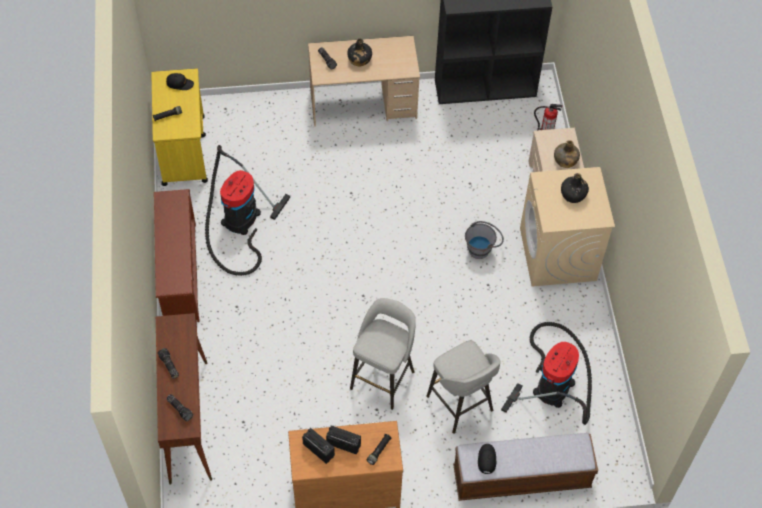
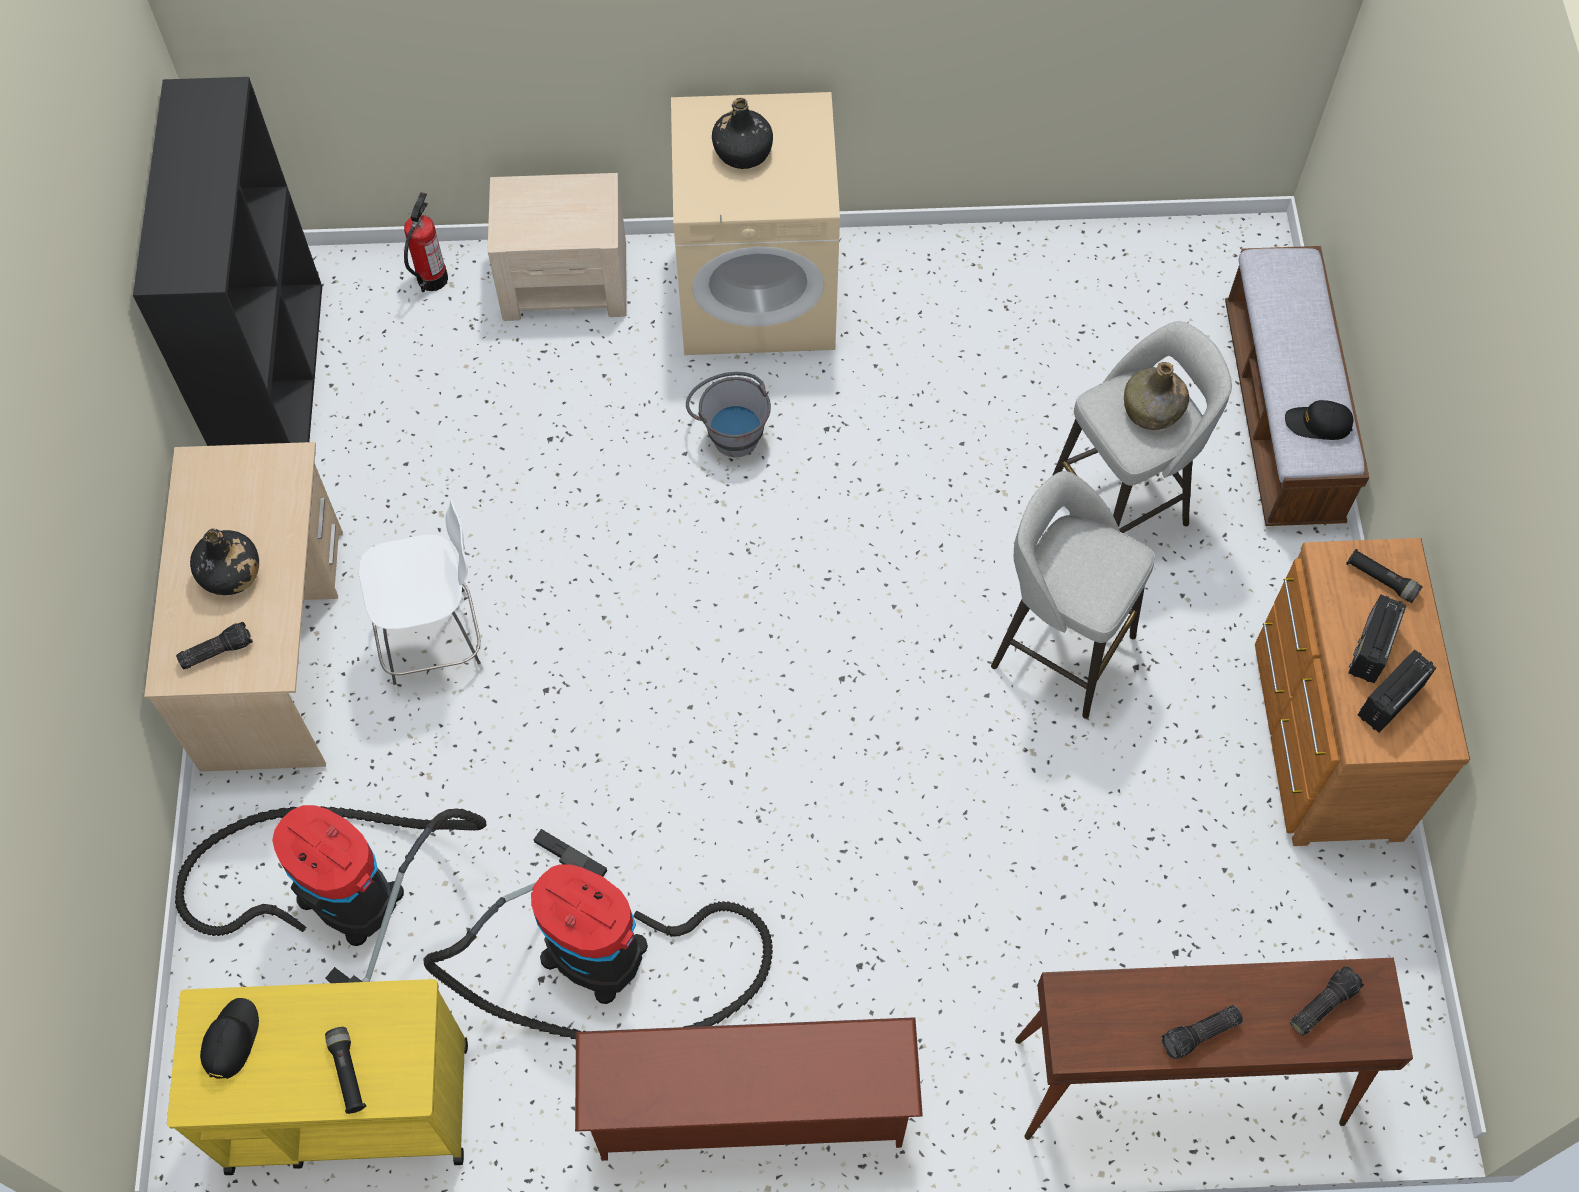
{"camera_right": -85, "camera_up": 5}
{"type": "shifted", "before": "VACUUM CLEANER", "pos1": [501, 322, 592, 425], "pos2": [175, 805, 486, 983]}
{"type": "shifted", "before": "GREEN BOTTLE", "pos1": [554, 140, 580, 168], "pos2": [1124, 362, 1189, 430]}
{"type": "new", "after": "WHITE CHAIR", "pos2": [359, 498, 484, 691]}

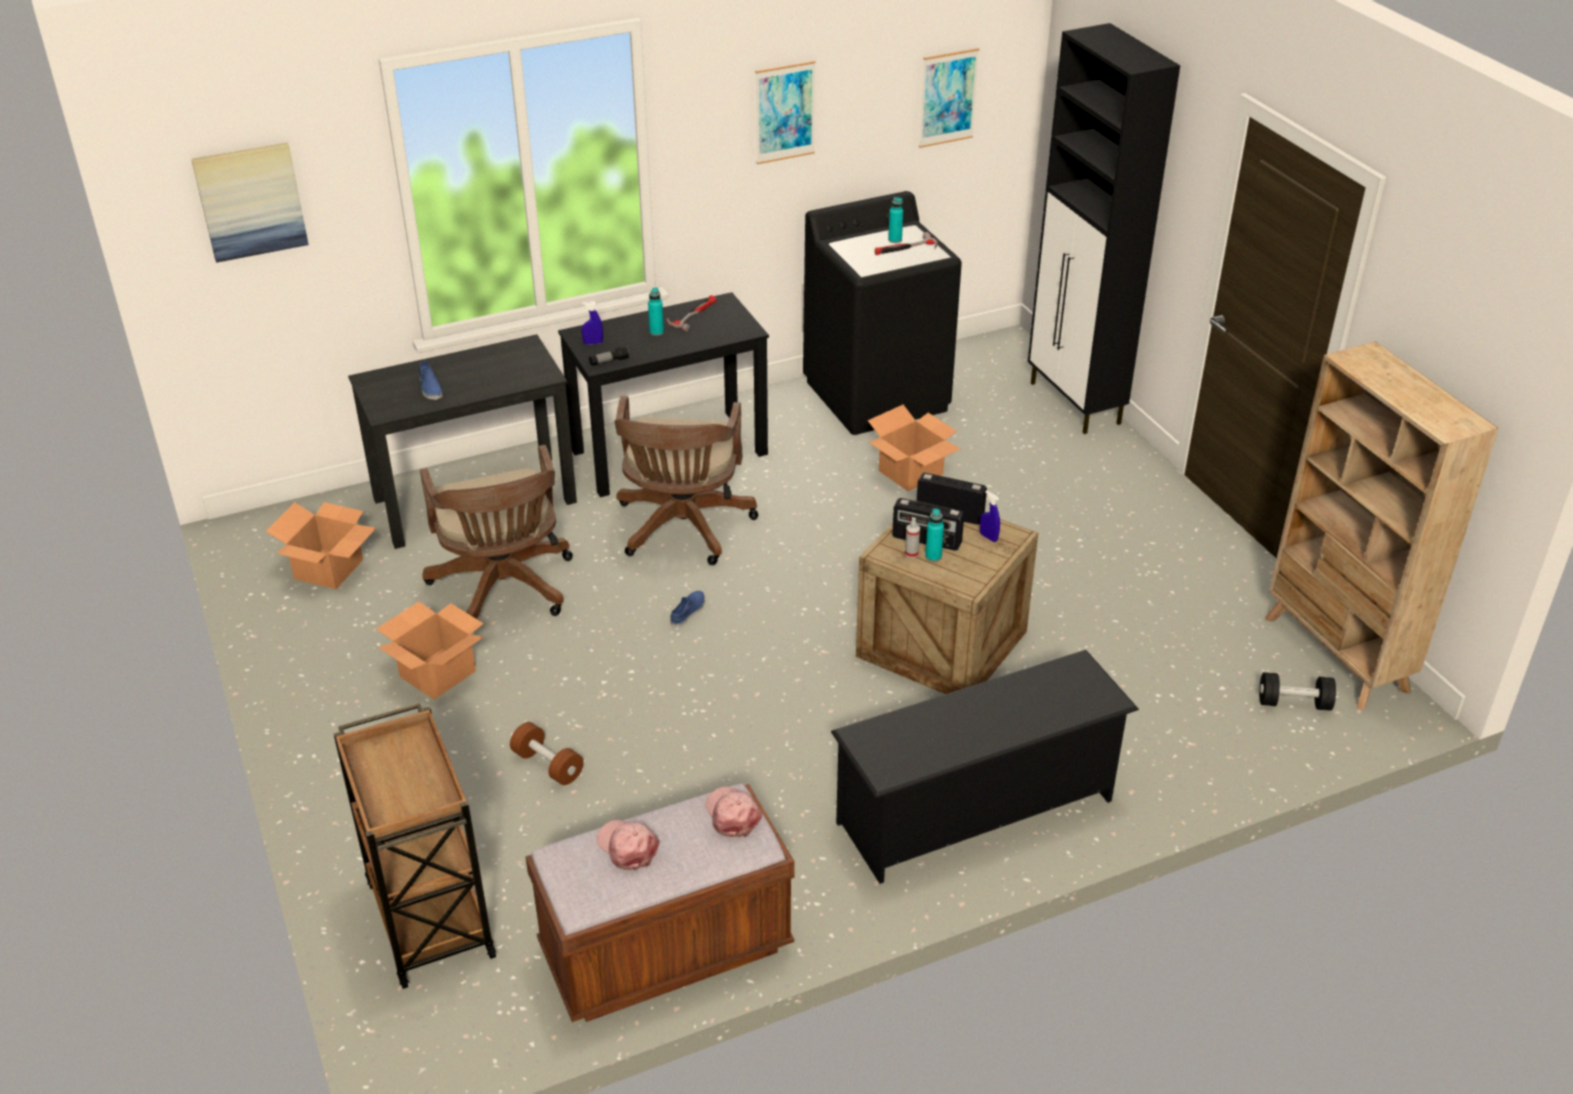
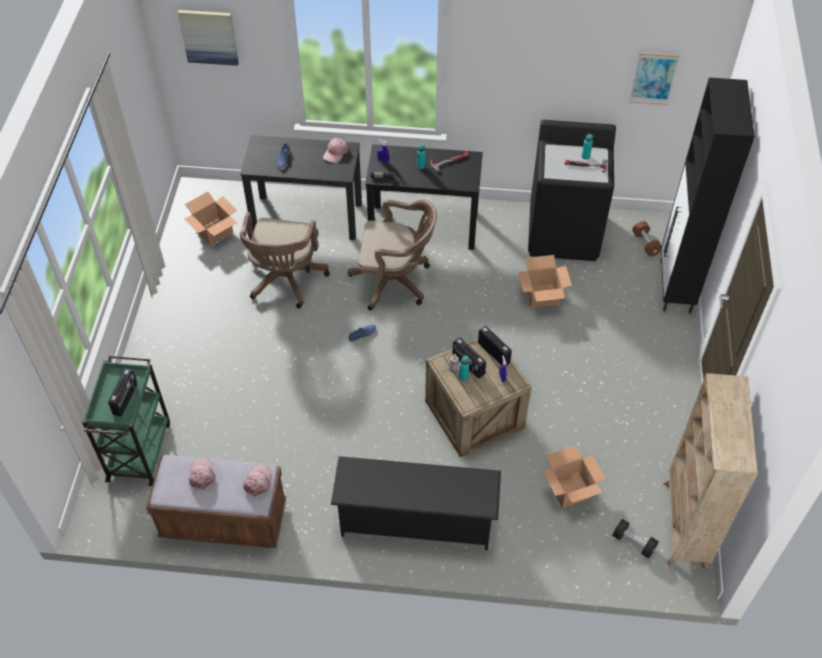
{"camera_right": 30, "camera_up": 15}
{"type": "repainted", "before": "BROWN CART", "after": "GREEN CART", "pos1": [334, 703, 496, 989], "pos2": [82, 356, 170, 486]}
{"type": "shifted", "before": "CARDBOARD BOX", "pos1": [376, 602, 485, 700], "pos2": [543, 445, 606, 508]}
{"type": "shifted", "before": "BROWN DUMBBELL", "pos1": [510, 722, 584, 785], "pos2": [632, 221, 662, 256]}
{"type": "rotated", "before": "BROWN OFFICE CHAIR", "pos1": [615, 396, 759, 565], "pos2": [347, 200, 437, 310], "turn": -120}
{"type": "gone", "before": "PICTURE", "pos1": [755, 60, 816, 164]}
{"type": "new", "after": "RADIO", "pos2": [108, 368, 137, 417]}
{"type": "new", "after": "PINK CAP", "pos2": [323, 138, 349, 163]}

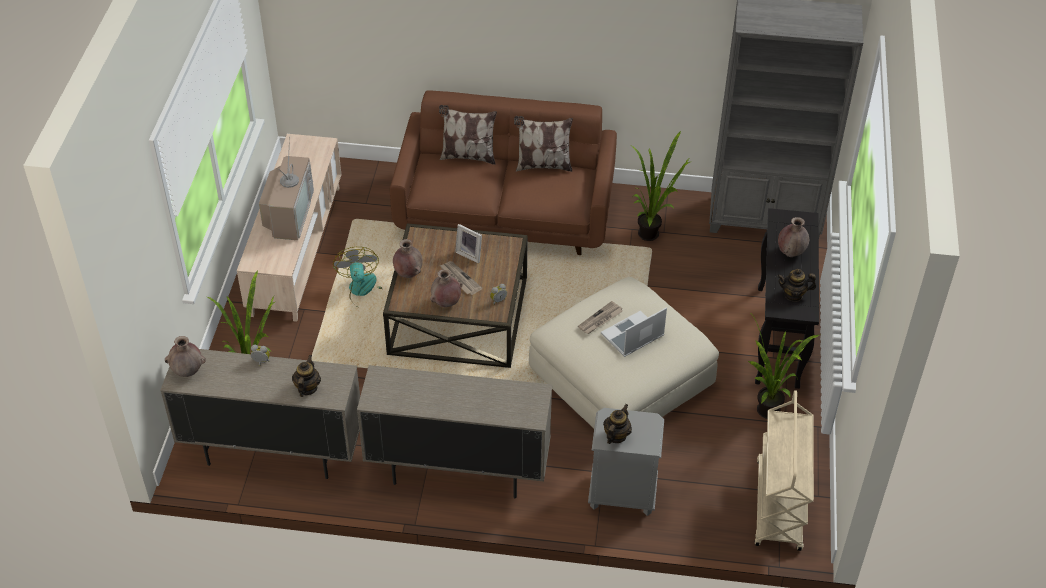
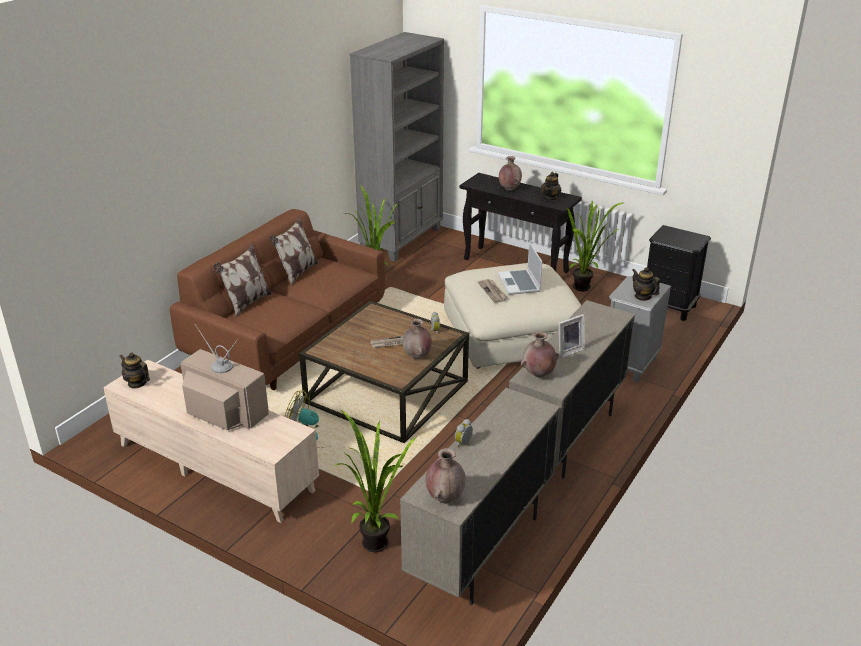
{"camera_right": -65, "camera_up": -15}
{"type": "shifted", "before": "TEAPOT", "pos1": [292, 355, 321, 397], "pos2": [119, 352, 150, 389]}
{"type": "shifted", "before": "BROWN VASE", "pos1": [393, 239, 423, 278], "pos2": [521, 331, 559, 377]}
{"type": "shifted", "before": "PICTURE FRAME", "pos1": [455, 224, 482, 263], "pos2": [559, 314, 585, 358]}
{"type": "swapped", "before": "BEIGE CART", "after": "BLACK NIGHTSTAND", "pos1": [754, 390, 814, 551], "pos2": [647, 225, 711, 321]}

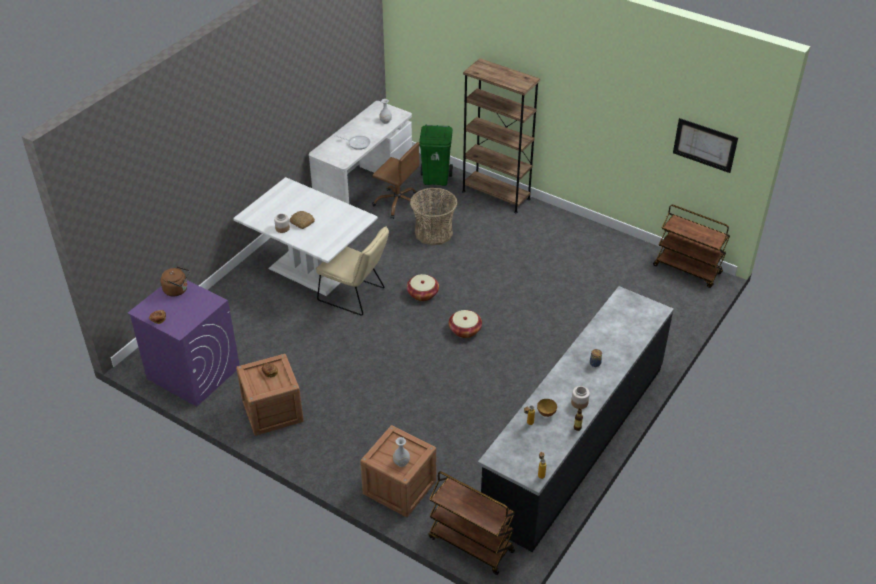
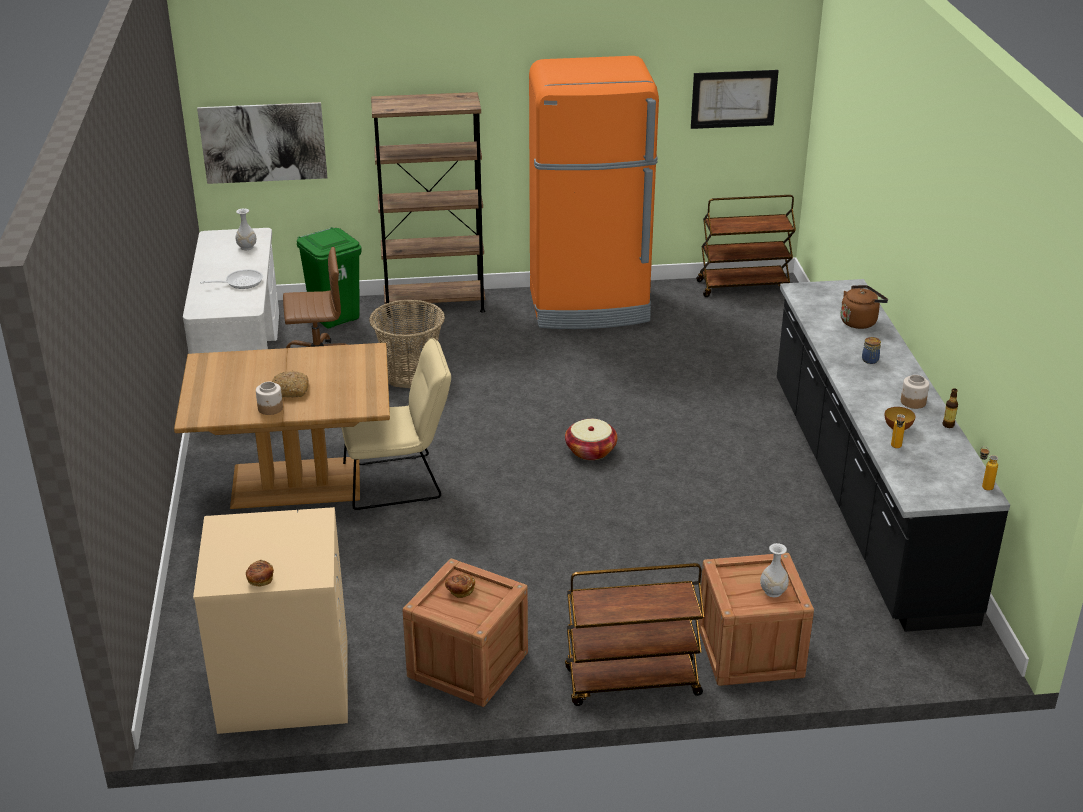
{"camera_right": -40, "camera_up": -10}
{"type": "repainted", "before": "PURPLE WASHING MACHINE", "after": "BEIGE WASHING MACHINE", "pos1": [128, 280, 240, 407], "pos2": [193, 507, 348, 734]}
{"type": "shifted", "before": "BROWN KETTLE", "pos1": [161, 266, 190, 297], "pos2": [840, 285, 888, 329]}
{"type": "repainted", "before": "WHITE DINING TABLE", "after": "BROWN DINING TABLE", "pos1": [233, 177, 378, 296], "pos2": [174, 343, 390, 509]}
{"type": "gone", "before": "BASKET", "pos1": [407, 274, 439, 301]}
{"type": "shifted", "before": "BROWN CART", "pos1": [428, 471, 515, 575], "pos2": [565, 563, 704, 706]}
{"type": "new", "after": "PICTURE", "pos2": [197, 102, 327, 184]}
{"type": "new", "after": "ORANGE FRIDGE", "pos2": [529, 56, 659, 329]}

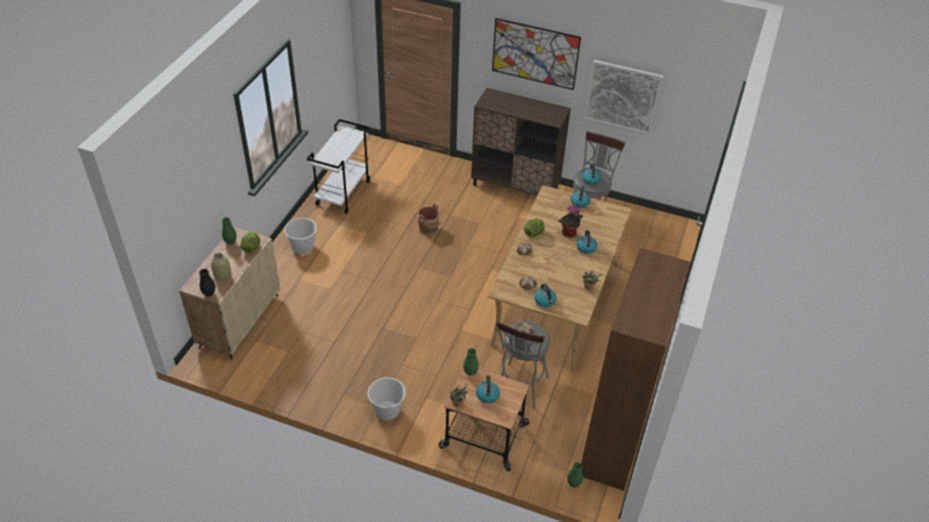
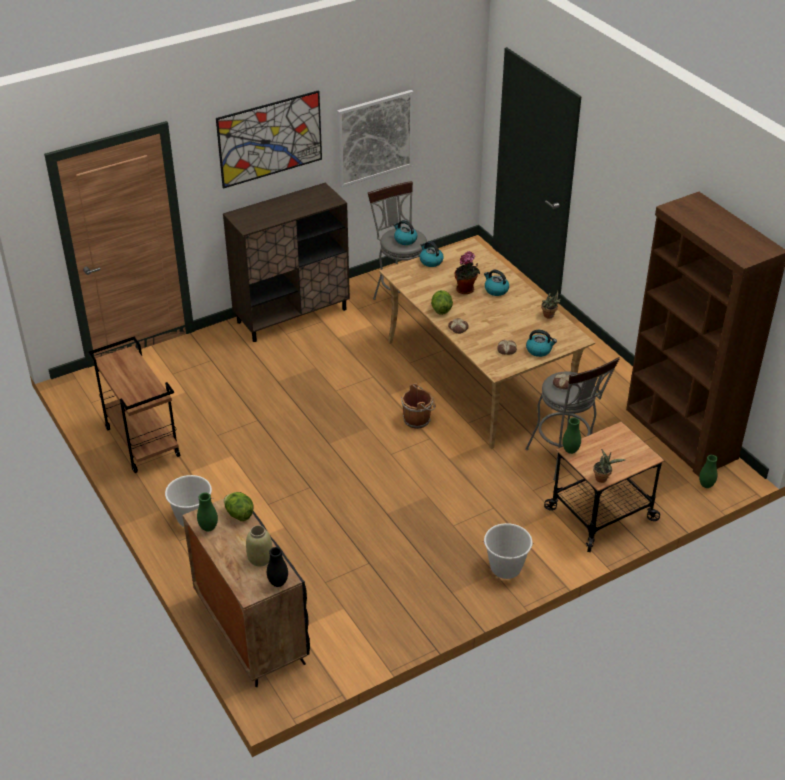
{"camera_right": -50, "camera_up": -5}
{"type": "repainted", "before": "BEIGE CABINET", "after": "BLACK CABINET", "pos1": [179, 227, 280, 360], "pos2": [183, 499, 310, 687]}
{"type": "repainted", "before": "WHITE CART", "after": "BROWN CART", "pos1": [307, 119, 370, 214], "pos2": [88, 337, 180, 473]}
{"type": "shifted", "before": "BROWN BUCKET", "pos1": [417, 203, 442, 235], "pos2": [401, 383, 436, 429]}
{"type": "gone", "before": "KETTLE", "pos1": [476, 375, 500, 403]}

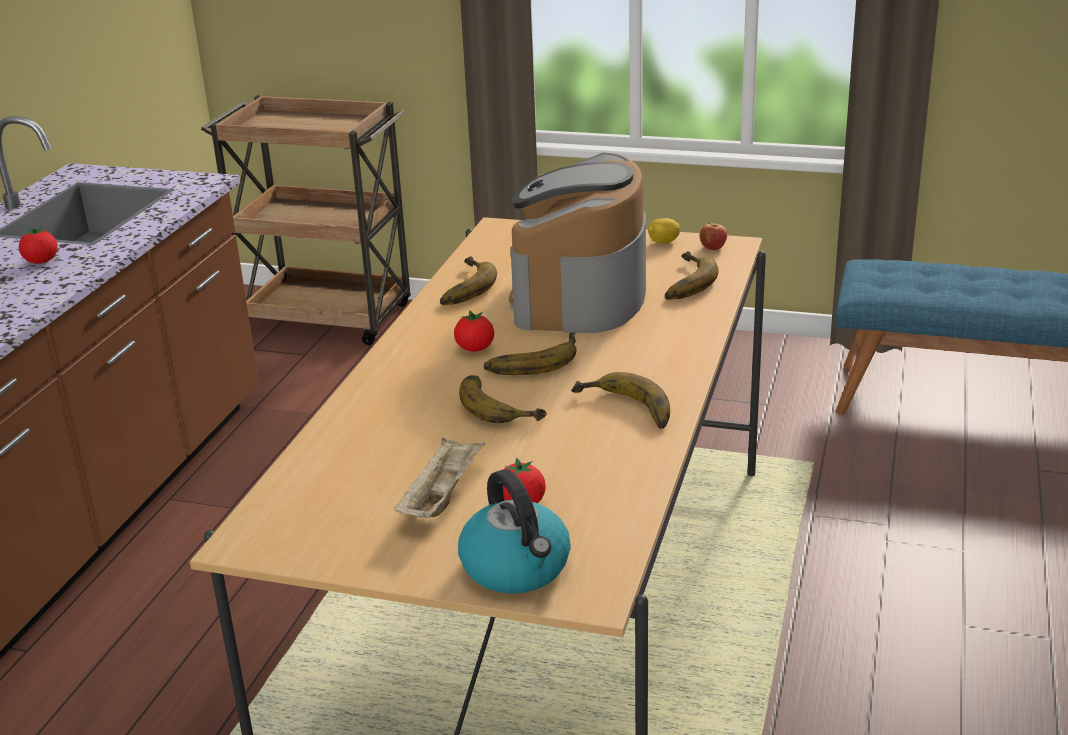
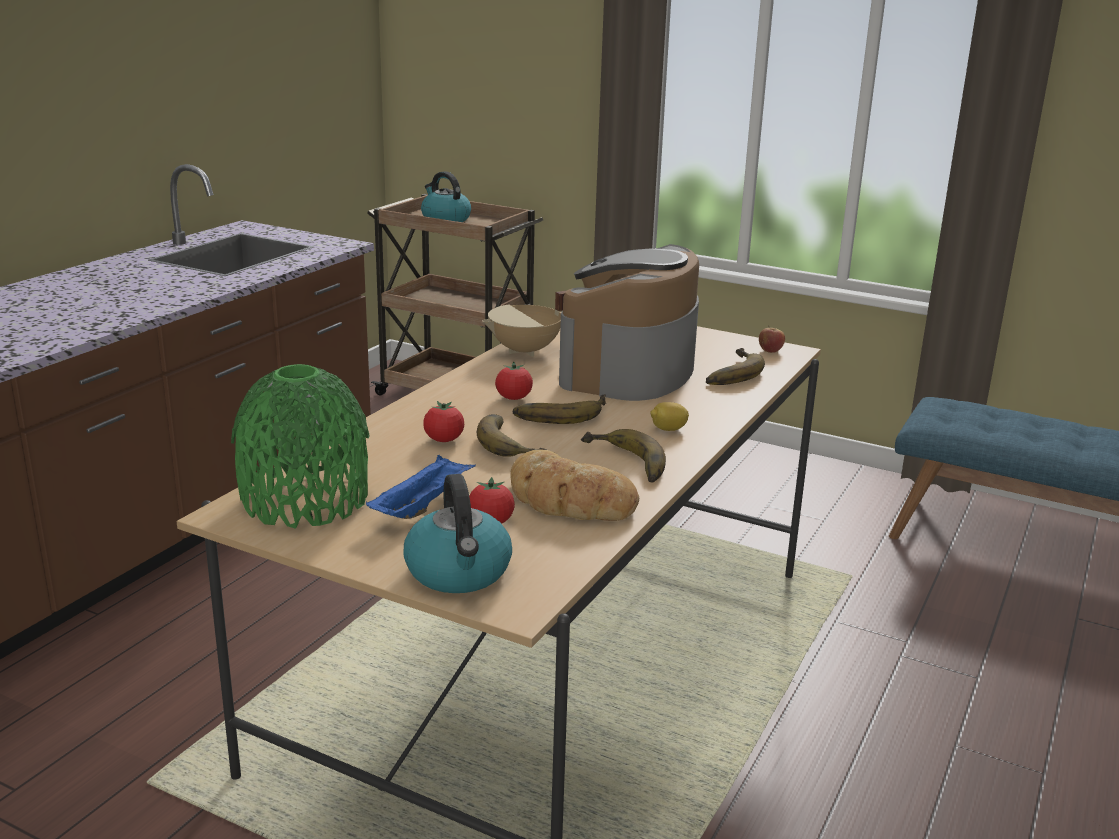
{"camera_right": 10, "camera_up": -5}
{"type": "shifted", "before": "TOMATO", "pos1": [19, 227, 58, 264], "pos2": [423, 401, 464, 442]}
{"type": "repainted", "before": "BEIGE TRAY", "after": "BLUE TRAY", "pos1": [394, 437, 485, 519], "pos2": [366, 455, 476, 519]}
{"type": "swapped", "before": "BANANA", "after": "BEIGE COOKING POT", "pos1": [440, 257, 497, 305], "pos2": [482, 291, 566, 357]}
{"type": "shifted", "before": "LEMON", "pos1": [648, 218, 680, 244], "pos2": [650, 402, 689, 431]}
{"type": "new", "after": "GREEN VASE", "pos2": [231, 364, 370, 529]}
{"type": "new", "after": "KETTLE", "pos2": [421, 171, 471, 222]}
{"type": "new", "after": "BREAD", "pos2": [510, 449, 639, 521]}

